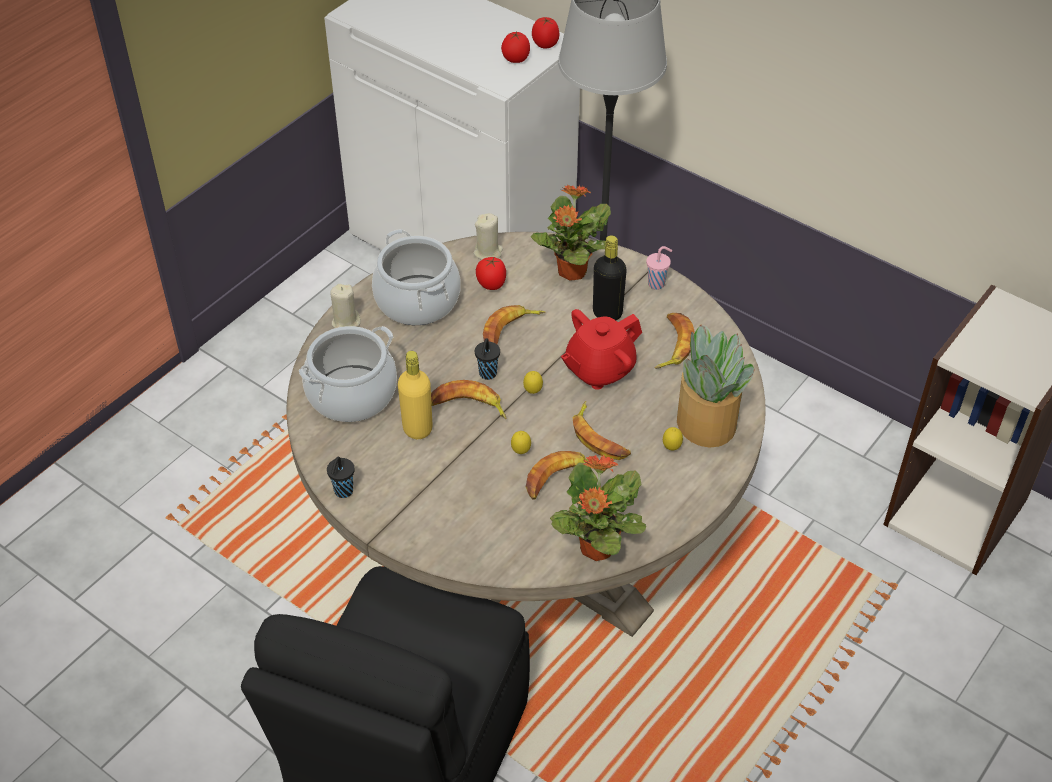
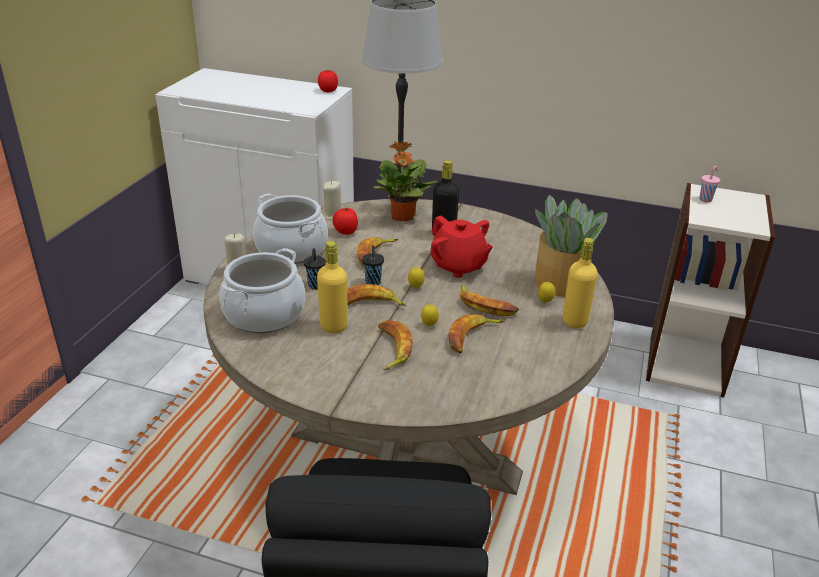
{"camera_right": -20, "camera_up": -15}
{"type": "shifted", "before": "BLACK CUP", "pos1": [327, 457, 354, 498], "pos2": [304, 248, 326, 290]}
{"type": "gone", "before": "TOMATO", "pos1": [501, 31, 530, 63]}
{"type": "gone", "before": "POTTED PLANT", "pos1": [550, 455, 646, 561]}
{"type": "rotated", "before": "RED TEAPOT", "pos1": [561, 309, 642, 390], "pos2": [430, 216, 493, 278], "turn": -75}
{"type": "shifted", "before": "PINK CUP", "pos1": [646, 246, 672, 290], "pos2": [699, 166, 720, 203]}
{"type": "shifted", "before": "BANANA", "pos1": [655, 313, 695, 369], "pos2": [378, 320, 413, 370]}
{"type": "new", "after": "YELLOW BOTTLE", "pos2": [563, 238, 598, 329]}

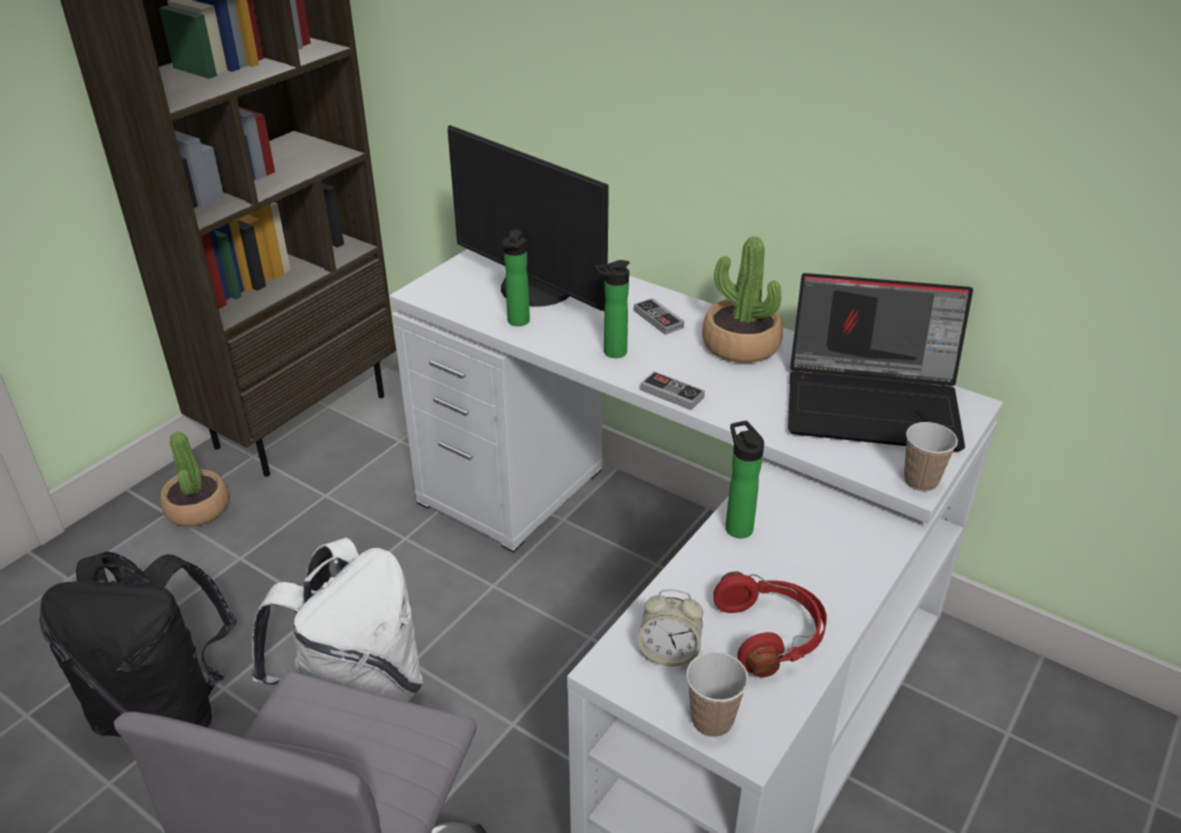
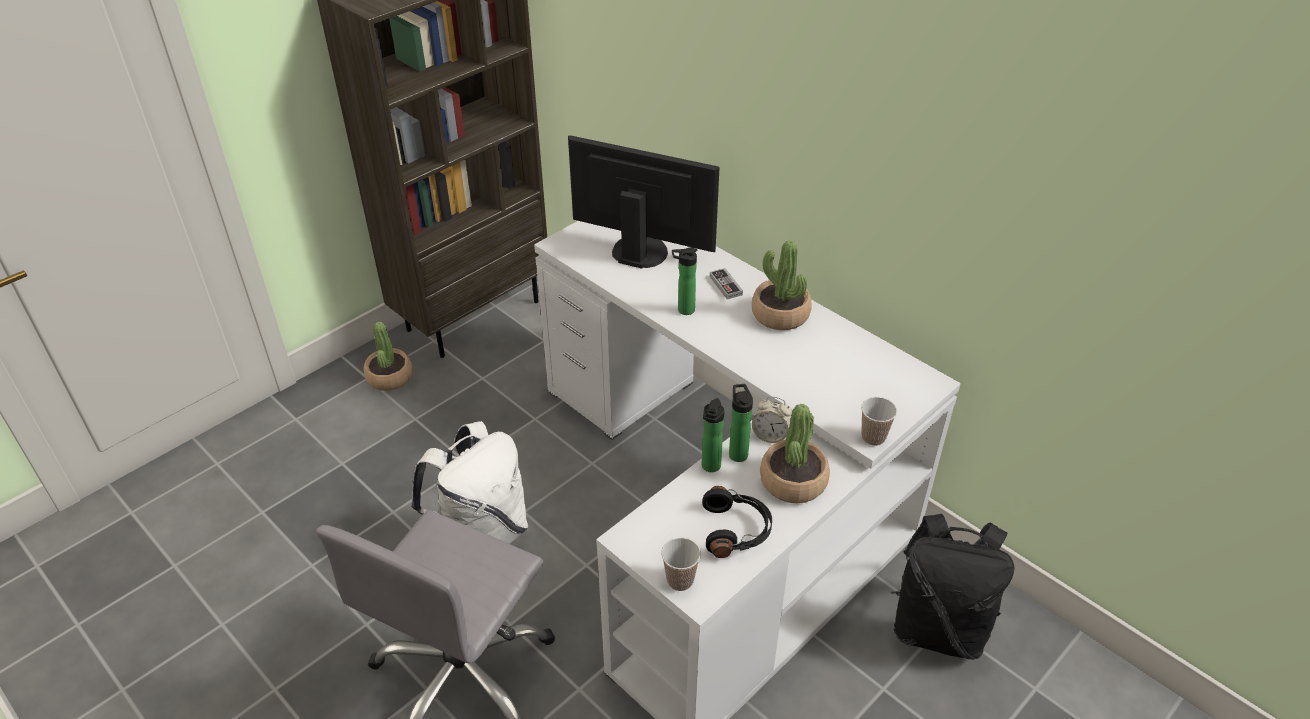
{"camera_right": 10, "camera_up": 5}
{"type": "shifted", "before": "BLACK BACKPACK", "pos1": [40, 552, 237, 737], "pos2": [891, 514, 1014, 660]}
{"type": "rotated", "before": "MONITOR", "pos1": [447, 125, 609, 312], "pos2": [568, 135, 720, 269], "turn": 150}
{"type": "shifted", "before": "BOTTLE", "pos1": [503, 229, 530, 326], "pos2": [702, 398, 725, 472]}
{"type": "shifted", "before": "ALARM CLOCK", "pos1": [638, 589, 703, 667], "pos2": [752, 396, 792, 443]}
{"type": "gone", "before": "GAME CONTROLLER", "pos1": [640, 371, 705, 410]}
{"type": "repainted", "before": "RED HEADPHONES", "after": "BLACK HEADPHONES", "pos1": [713, 572, 827, 677], "pos2": [702, 486, 772, 558]}
{"type": "gone", "before": "LAPTOP", "pos1": [788, 273, 973, 452]}
{"type": "new", "after": "POTTED PLANT", "pos2": [760, 404, 830, 503]}

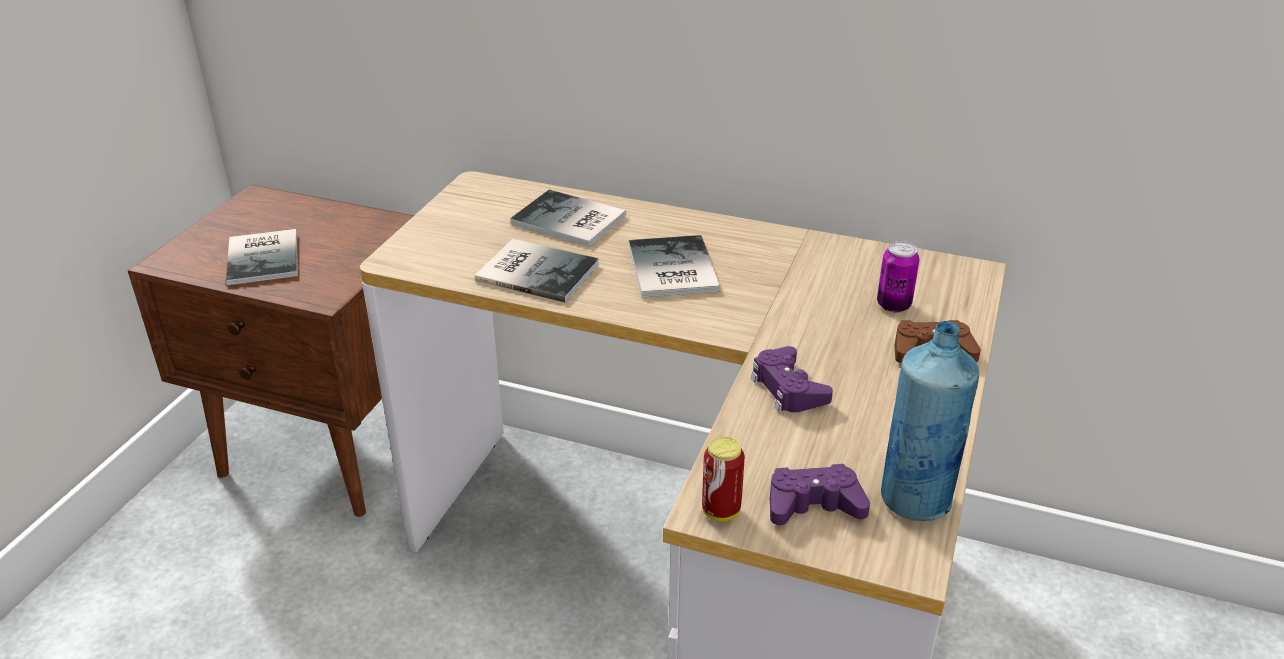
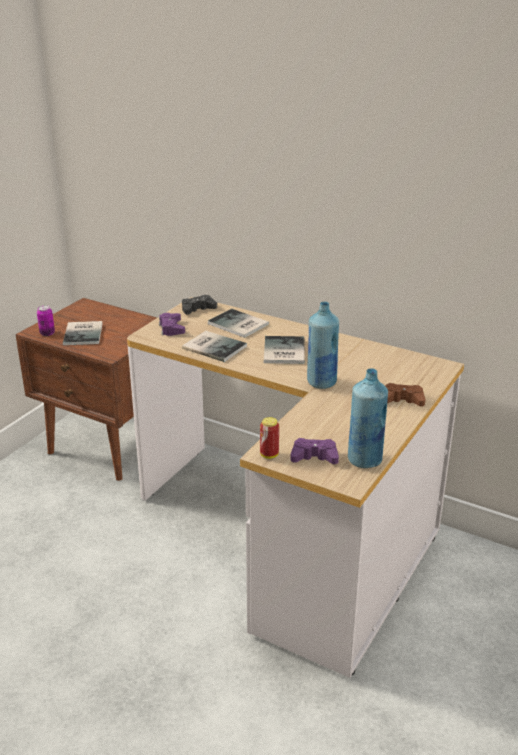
{"camera_right": 10, "camera_up": -5}
{"type": "shifted", "before": "PURPLE GAME CONTROLLER", "pos1": [751, 346, 833, 412], "pos2": [159, 313, 185, 336]}
{"type": "shifted", "before": "CAN", "pos1": [877, 241, 920, 312], "pos2": [37, 305, 55, 336]}
{"type": "new", "after": "BLACK GAME CONTROLLER", "pos2": [182, 295, 217, 315]}
{"type": "new", "after": "BLUE BOTTLE", "pos2": [307, 302, 339, 389]}

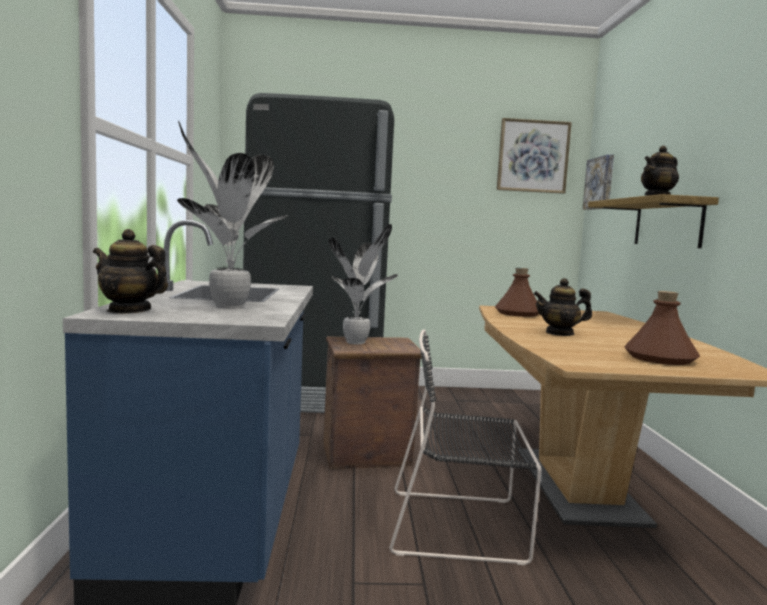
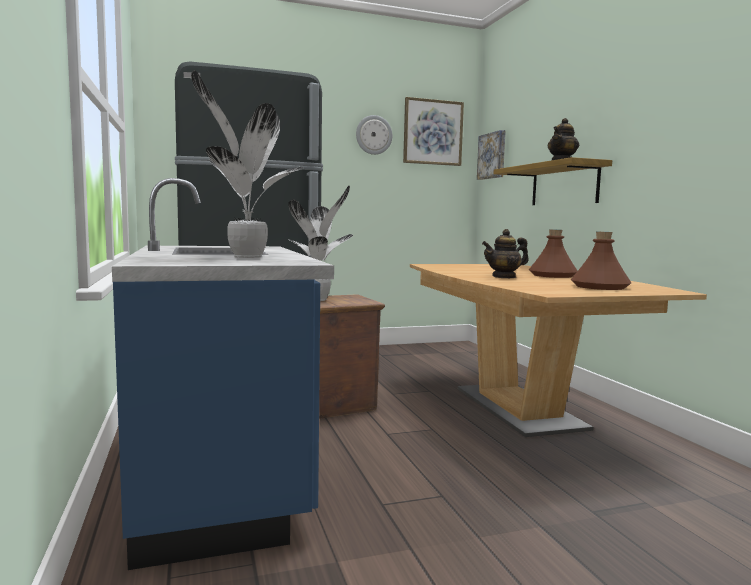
{"camera_right": -15, "camera_up": 0}
{"type": "gone", "before": "TEAPOT", "pos1": [93, 229, 168, 314]}
{"type": "gone", "before": "BLACK CHAIR", "pos1": [389, 329, 541, 566]}
{"type": "shifted", "before": "BROWN BOTTLE", "pos1": [495, 268, 539, 317], "pos2": [529, 229, 577, 278]}
{"type": "new", "after": "WALL CLOCK", "pos2": [356, 115, 392, 155]}

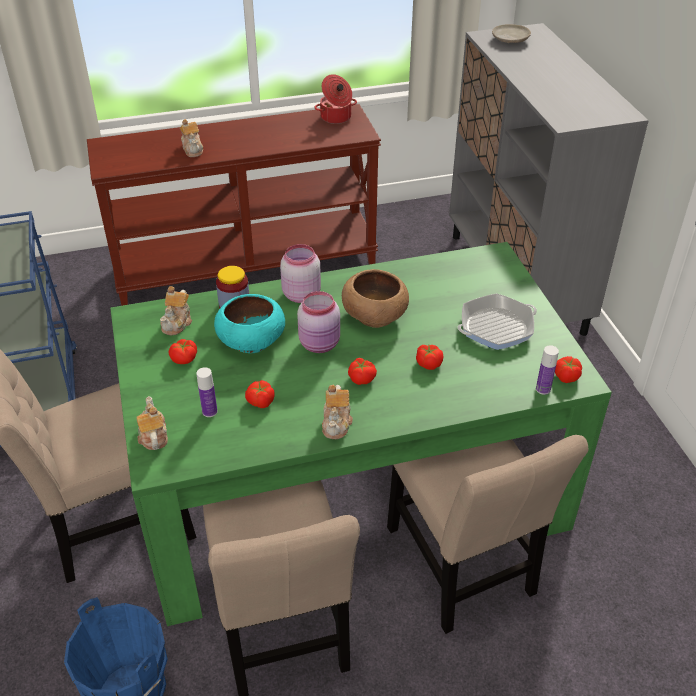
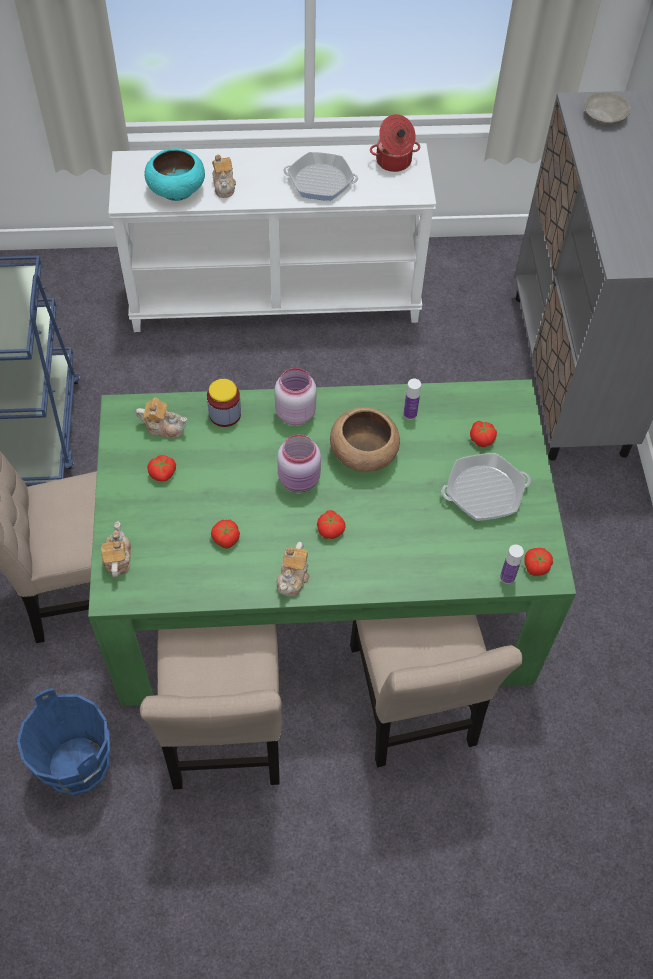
{"camera_right": 10, "camera_up": 15}
{"type": "repainted", "before": "BROWN CONSOLE TABLE", "after": "WHITE CONSOLE TABLE", "pos1": [87, 104, 381, 306], "pos2": [108, 143, 436, 332]}
{"type": "rotated", "before": "TEAPOT", "pos1": [160, 286, 192, 335], "pos2": [136, 398, 187, 439], "turn": -105}
{"type": "shifted", "before": "BOTTLE", "pos1": [196, 367, 217, 417], "pos2": [403, 379, 421, 420]}
{"type": "shifted", "before": "TURQUOISE BOWL", "pos1": [214, 294, 285, 353], "pos2": [145, 148, 205, 201]}
{"type": "shifted", "before": "TOMATO", "pos1": [416, 345, 444, 370], "pos2": [470, 421, 497, 447]}
{"type": "new", "after": "FRYING PAN", "pos2": [284, 152, 358, 201]}

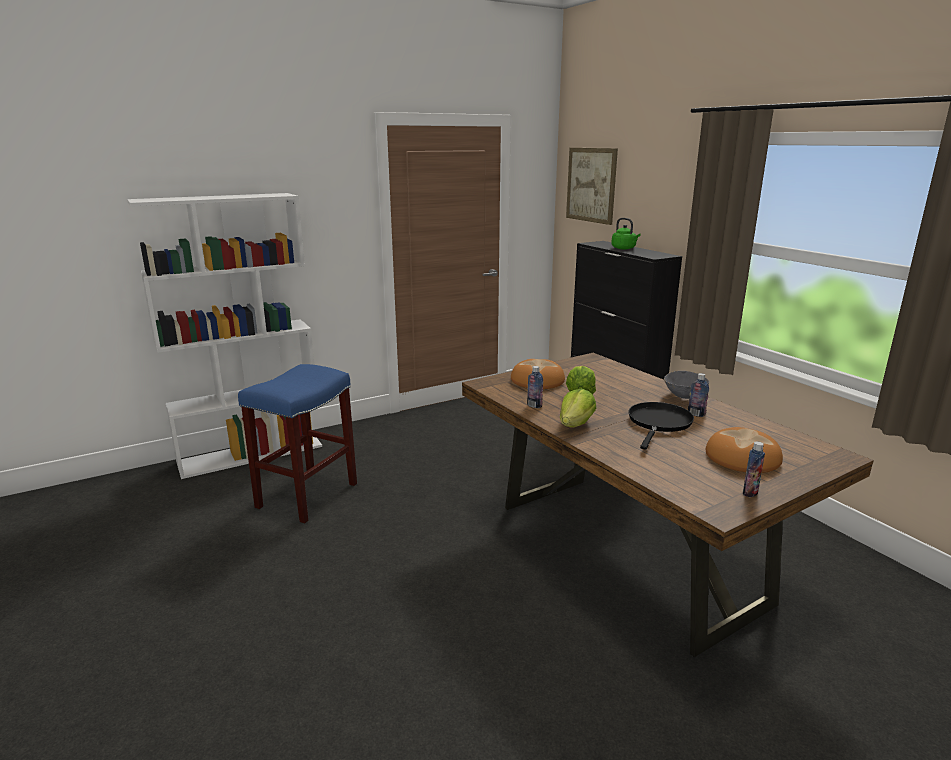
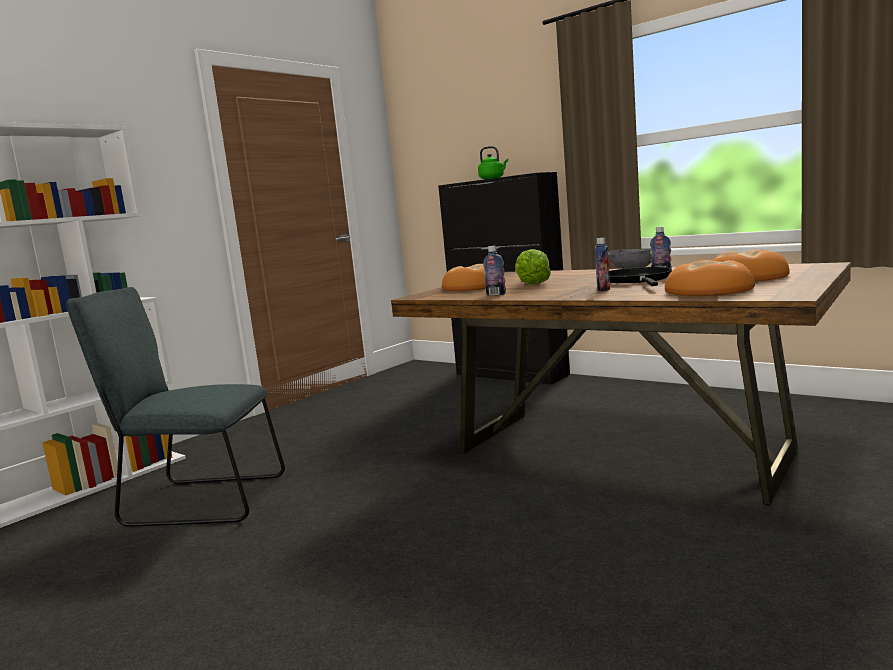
{"camera_right": -20, "camera_up": -10}
{"type": "swapped", "before": "BLUE STOOL", "after": "GREY CHAIR", "pos1": [238, 364, 357, 523], "pos2": [66, 287, 285, 527]}
{"type": "gone", "before": "LETTUCE", "pos1": [560, 388, 596, 427]}
{"type": "gone", "before": "PICTURE", "pos1": [566, 148, 618, 225]}
{"type": "shifted", "before": "BOTTLE", "pos1": [743, 441, 765, 497], "pos2": [595, 238, 610, 291]}
{"type": "new", "after": "BREAD", "pos2": [665, 260, 755, 296]}

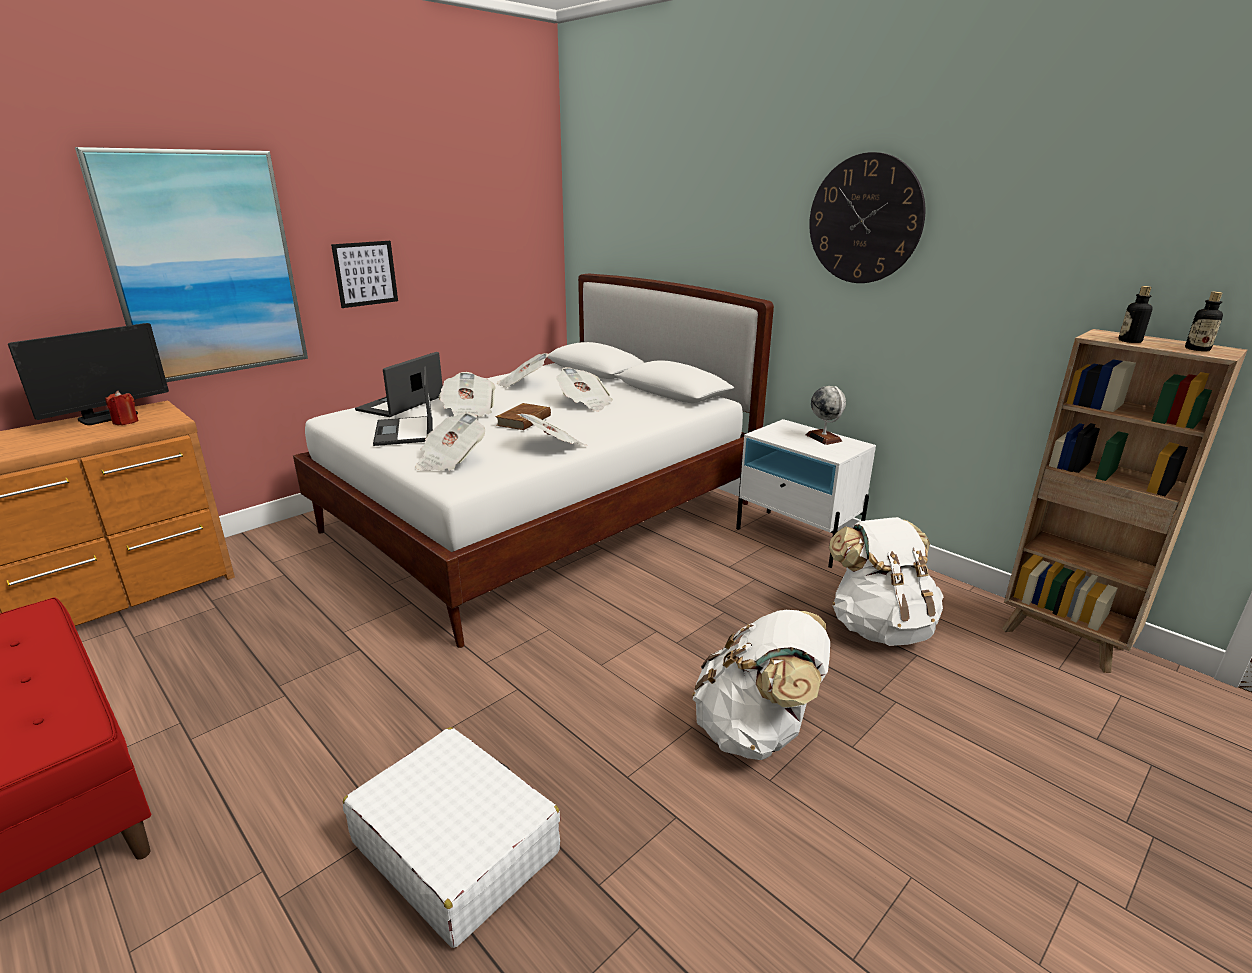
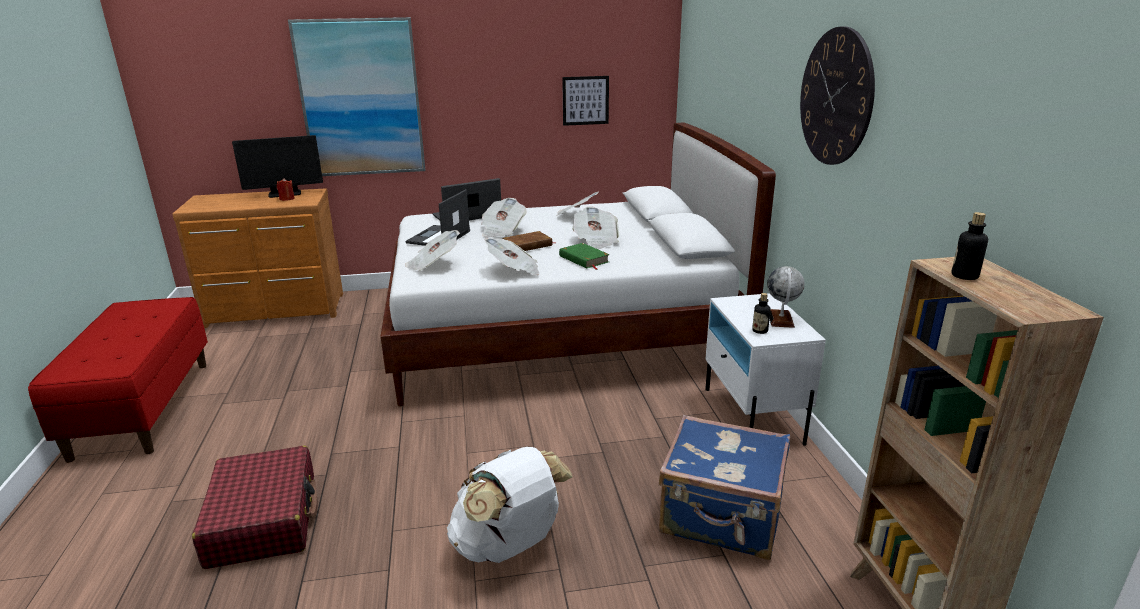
{"camera_right": 35, "camera_up": 0}
{"type": "shifted", "before": "PICTURE", "pos1": [331, 241, 398, 308], "pos2": [562, 76, 609, 126]}
{"type": "repainted", "before": "WHITE SUITCASE", "after": "RED SUITCASE", "pos1": [343, 727, 561, 948], "pos2": [192, 446, 318, 569]}
{"type": "swapped", "before": "WHITE BACKPACK", "after": "BLUE SUITCASE", "pos1": [829, 517, 944, 646], "pos2": [659, 415, 790, 560]}
{"type": "shifted", "before": "BOTTLE", "pos1": [1185, 292, 1223, 351], "pos2": [752, 293, 771, 334]}
{"type": "new", "after": "GREEN BOOK", "pos2": [559, 243, 610, 270]}

